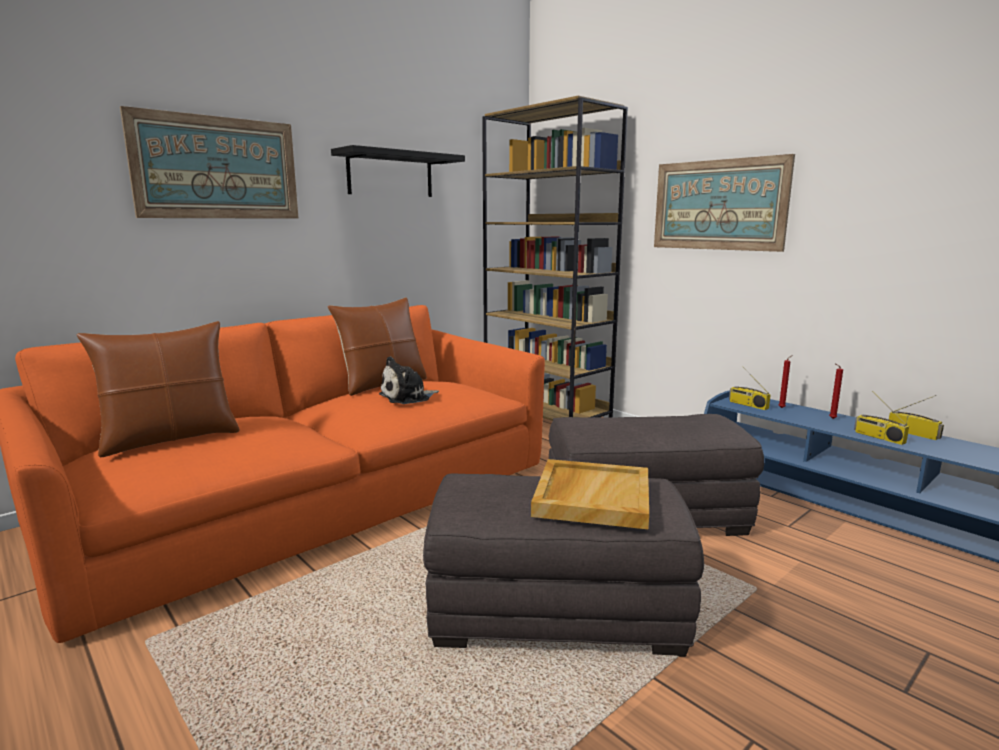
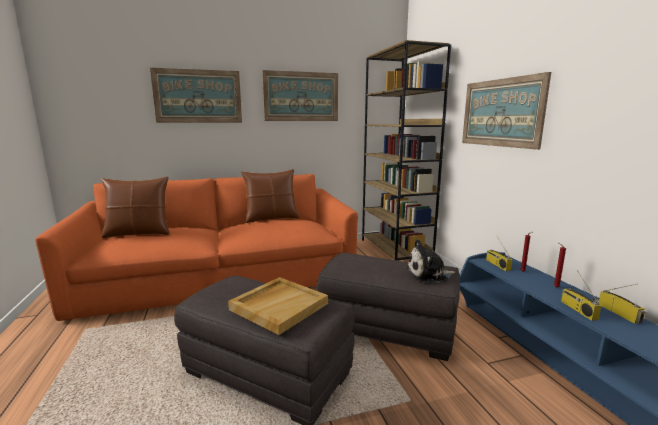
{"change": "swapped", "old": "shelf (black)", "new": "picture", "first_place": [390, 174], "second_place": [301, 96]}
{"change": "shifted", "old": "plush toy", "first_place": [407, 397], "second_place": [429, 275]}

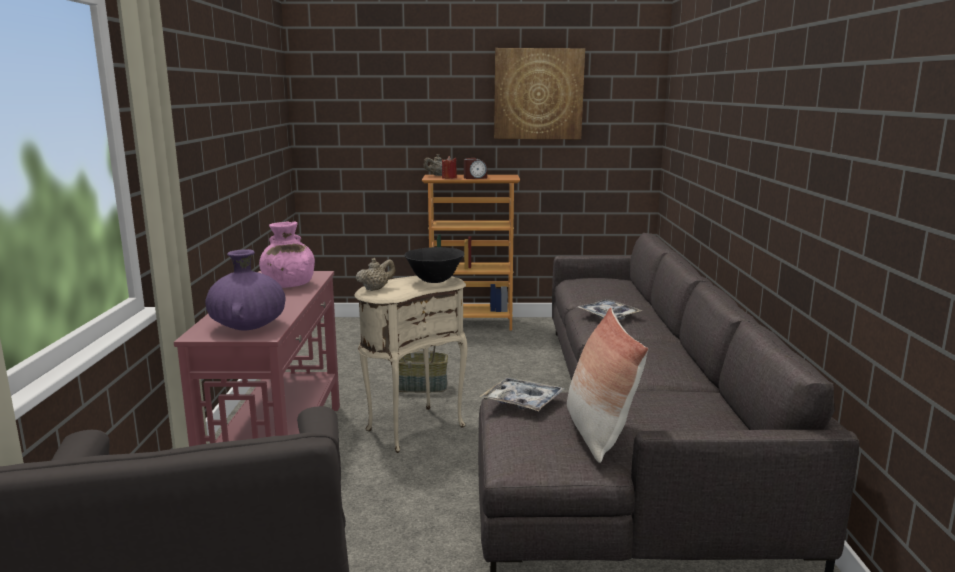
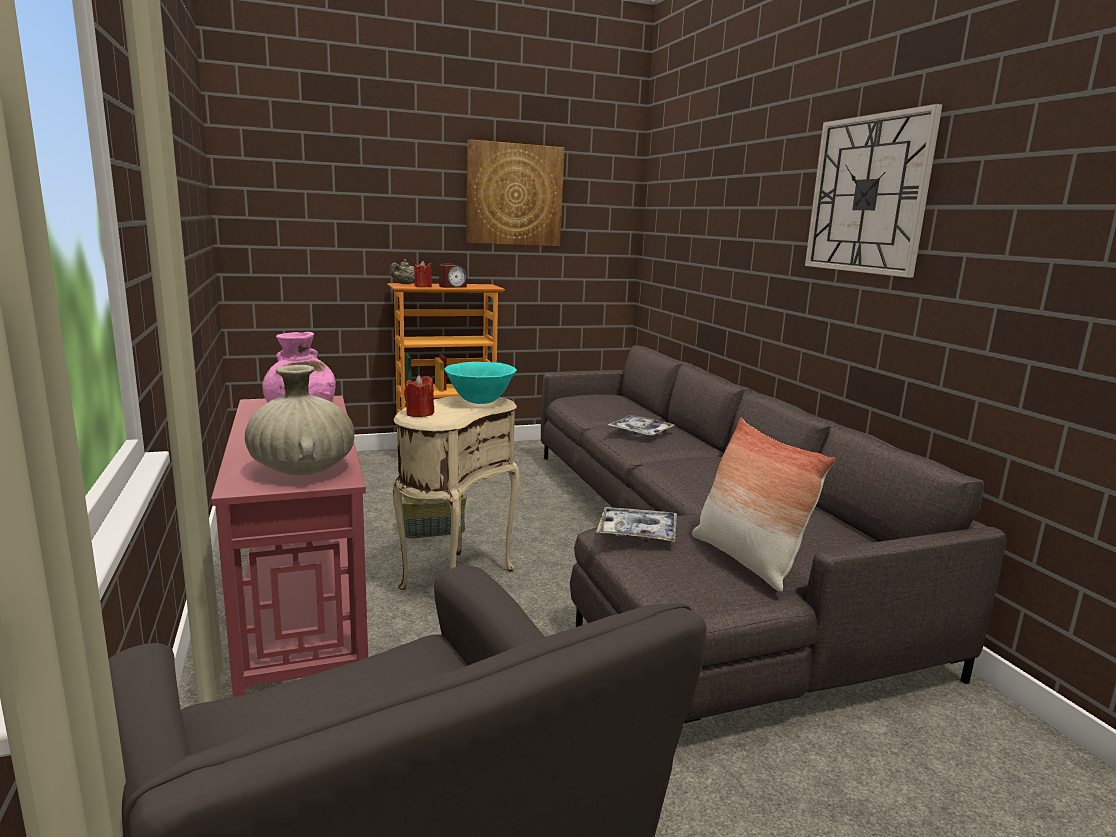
{"change": "repainted", "old": "bowl (black)", "new": "bowl (turquoise)", "first_place": [434, 281], "second_place": [480, 402]}
{"change": "repainted", "old": "vase (purple)", "new": "vase (beige)", "first_place": [248, 326], "second_place": [302, 470]}
{"change": "swapped", "old": "teapot (beige)", "new": "candle (red)", "first_place": [376, 289], "second_place": [420, 414]}
{"change": "new", "new": "wall clock", "second_place": [868, 195]}

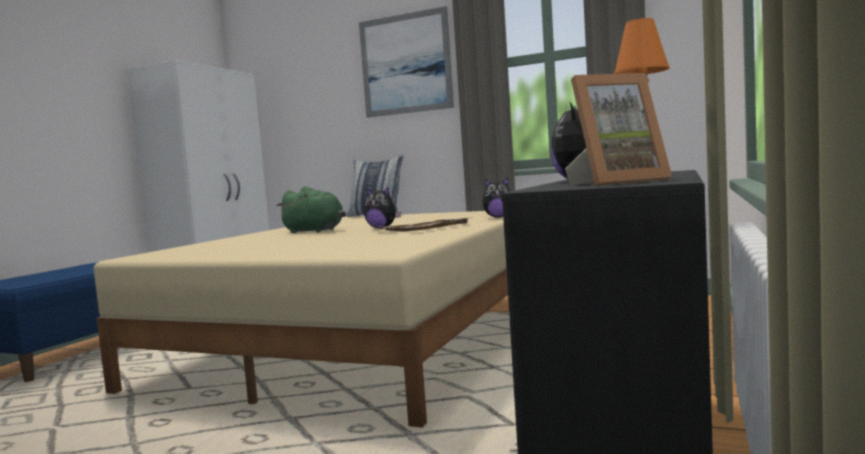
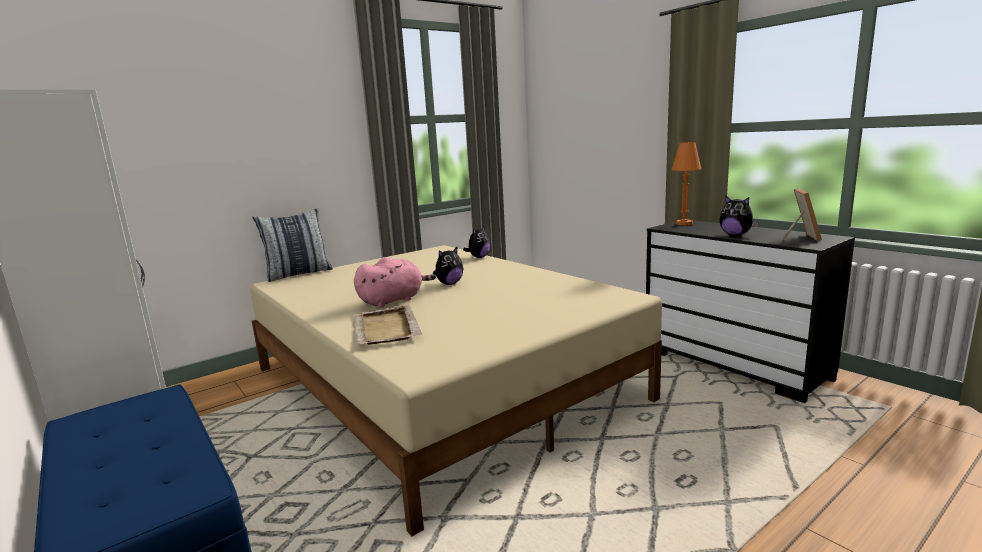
{"change": "gone", "old": "picture", "first_place": [405, 64]}
{"change": "repainted", "old": "plush toy (green)", "new": "plush toy (pink)", "first_place": [315, 231], "second_place": [393, 300]}
{"change": "shifted", "old": "tray (beige)", "first_place": [426, 227], "second_place": [386, 328]}

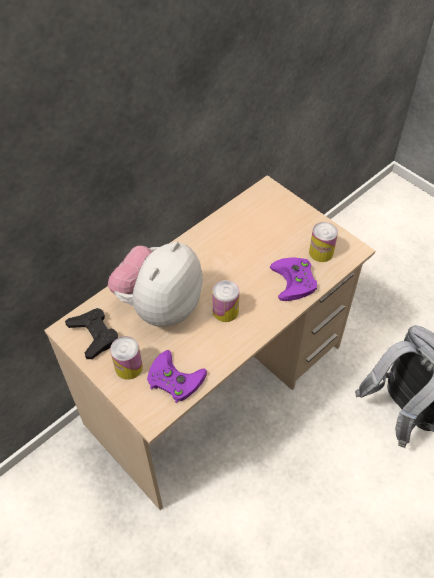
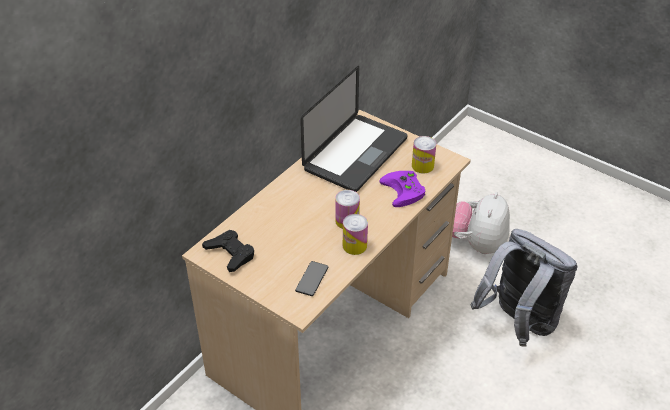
{"change": "shifted", "old": "plush toy", "first_place": [160, 306], "second_place": [476, 243]}
{"change": "shifted", "old": "can", "first_place": [129, 367], "second_place": [354, 245]}
{"change": "swapped", "old": "game controller (purple)", "new": "phone", "first_place": [172, 379], "second_place": [312, 279]}
{"change": "new", "new": "laptop", "second_place": [355, 154]}

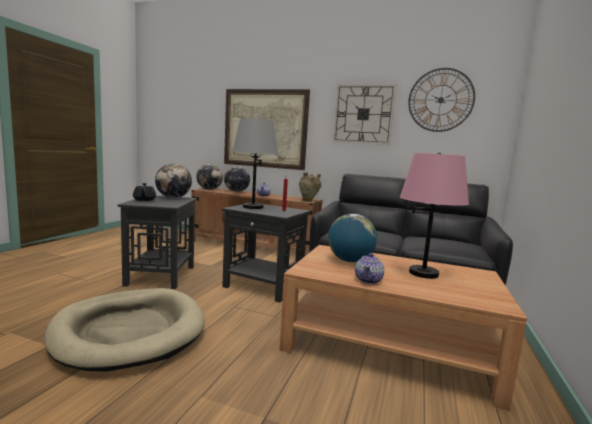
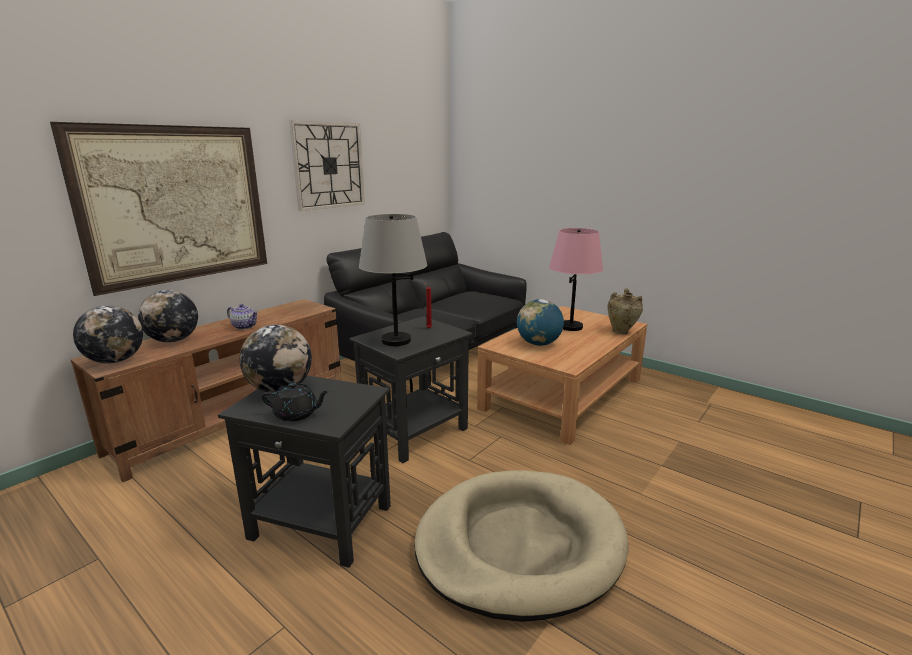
{"change": "gone", "old": "wall clock", "first_place": [440, 100]}
{"change": "shifted", "old": "vase (beige)", "first_place": [308, 201], "second_place": [621, 332]}
{"change": "gone", "old": "teapot", "first_place": [368, 280]}

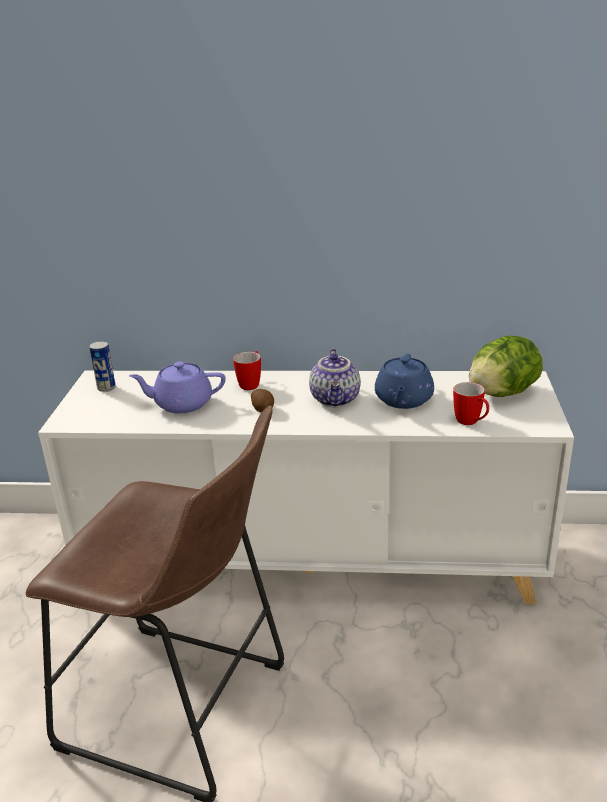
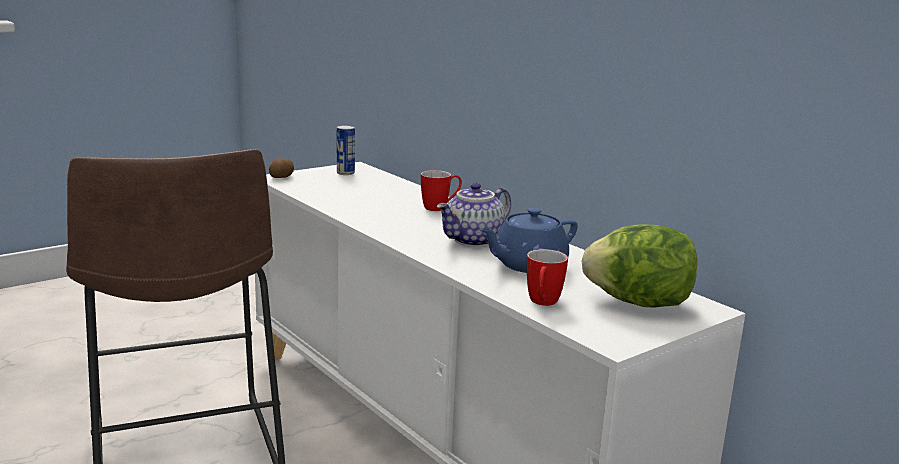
{"change": "gone", "old": "teapot (purple)", "first_place": [182, 404]}
{"change": "shifted", "old": "potato", "first_place": [263, 409], "second_place": [282, 177]}

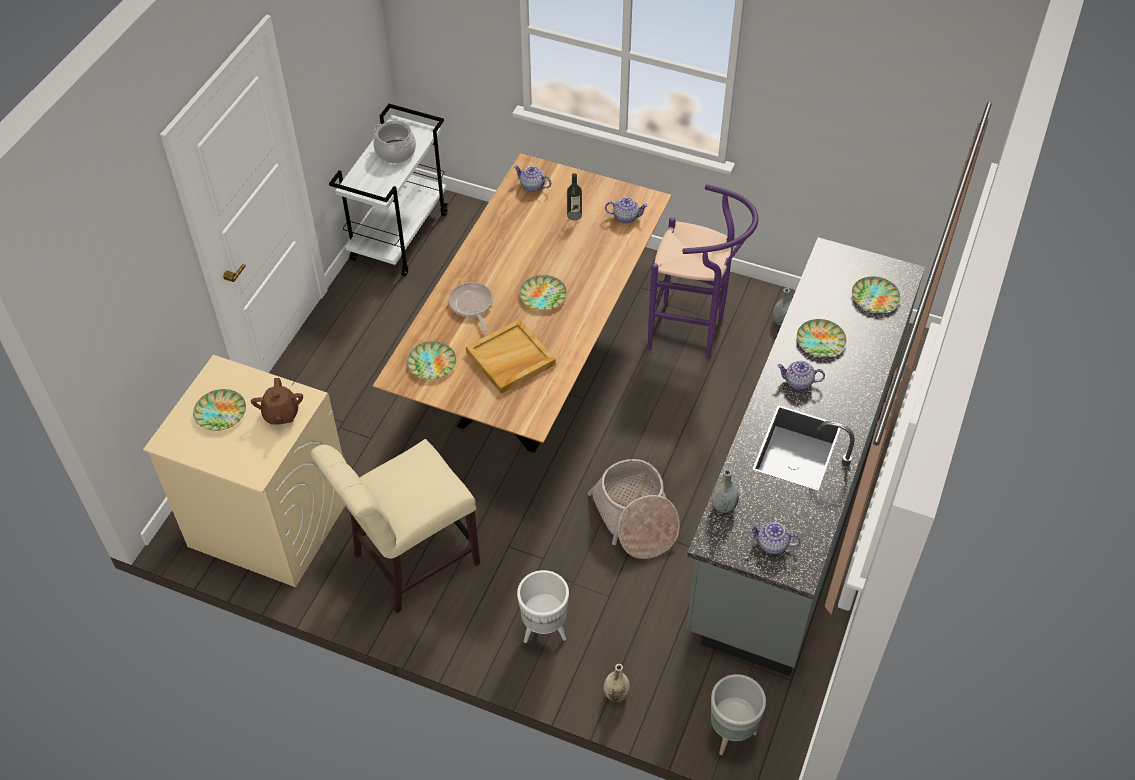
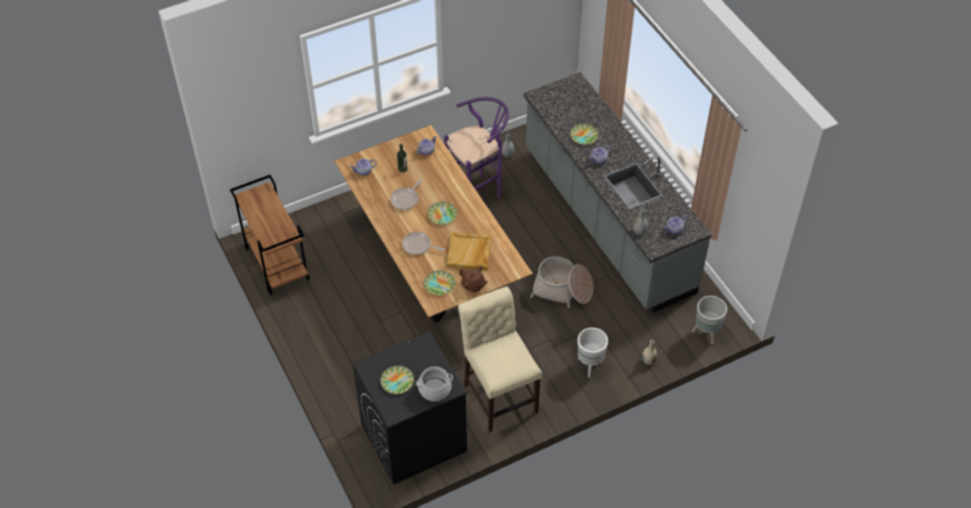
{"change": "repainted", "old": "cart (white)", "new": "cart (brown)", "first_place": [399, 235], "second_place": [276, 263]}
{"change": "shifted", "old": "cooking pot", "first_place": [396, 152], "second_place": [435, 389]}
{"change": "gone", "old": "plate", "first_place": [874, 297]}
{"change": "repainted", "old": "washing machine (beige)", "new": "washing machine (black)", "first_place": [269, 521], "second_place": [413, 438]}
{"change": "shifted", "old": "teapot (brown)", "first_place": [281, 414], "second_place": [473, 285]}
{"change": "rotated", "old": "chair (beige)", "first_place": [409, 562], "second_place": [499, 394], "degrees": 150}
{"change": "new", "new": "frying pan", "second_place": [406, 199]}

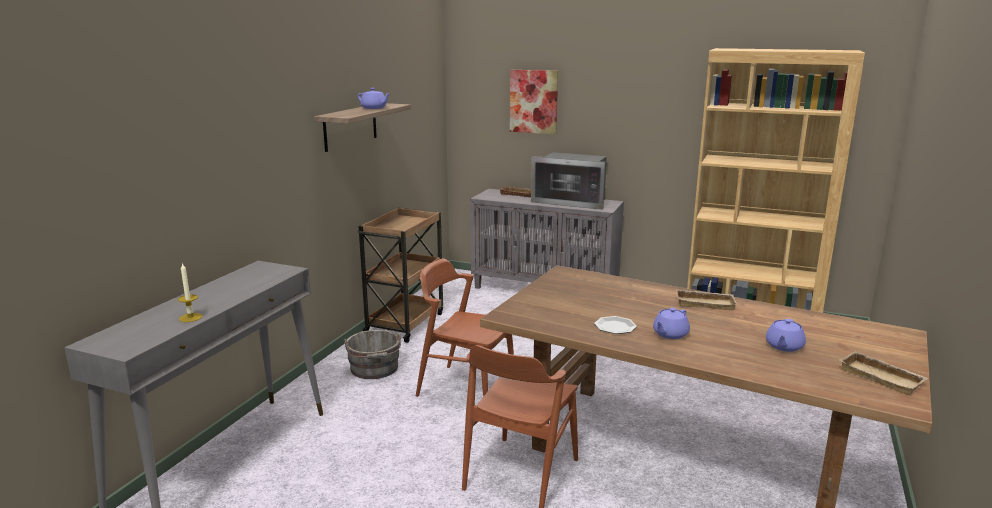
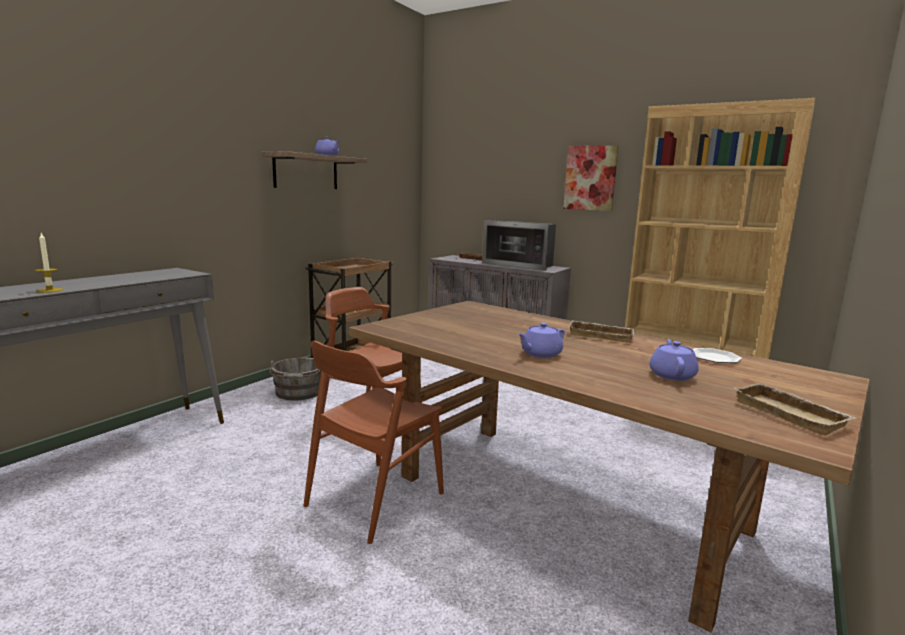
{"change": "shifted", "old": "picture", "first_place": [534, 101], "second_place": [590, 178]}
{"change": "shifted", "old": "plate", "first_place": [615, 326], "second_place": [714, 357]}
{"change": "rotated", "old": "teapot (purple)", "first_place": [784, 346], "second_place": [672, 375], "degrees": 150}

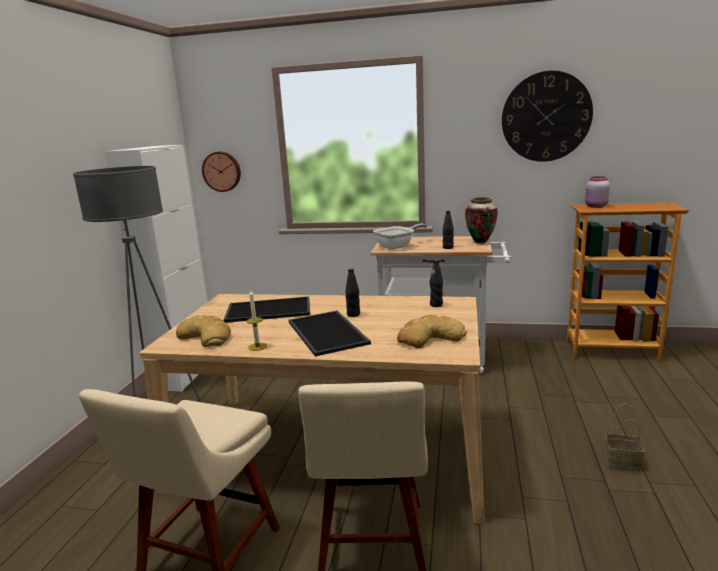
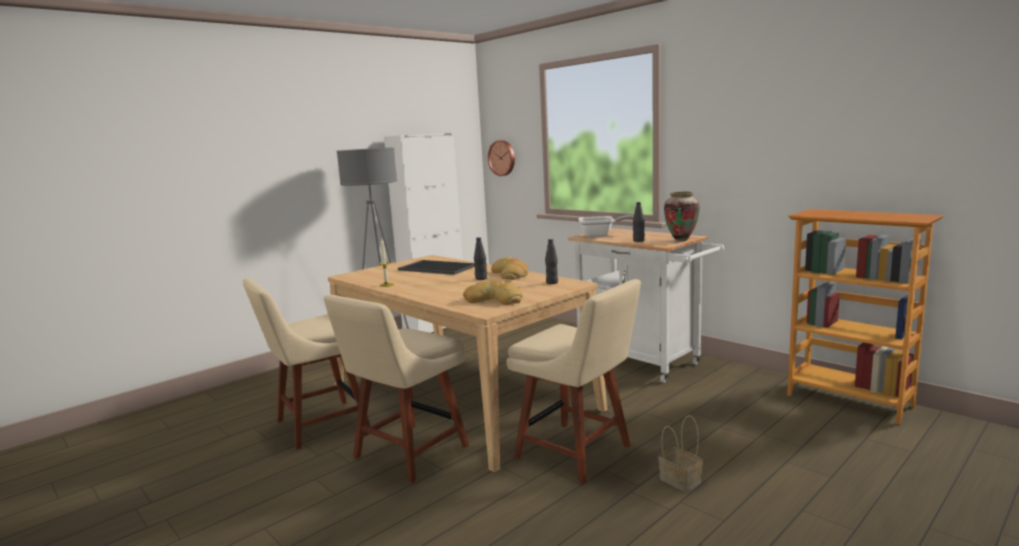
{"change": "gone", "old": "wall clock", "first_place": [546, 117]}
{"change": "gone", "old": "jar (pink)", "first_place": [595, 206]}
{"change": "gone", "old": "tray", "first_place": [329, 332]}
{"change": "shifted", "old": "bread", "first_place": [206, 336], "second_place": [510, 274]}
{"change": "new", "new": "chair (beige)", "second_place": [578, 453]}

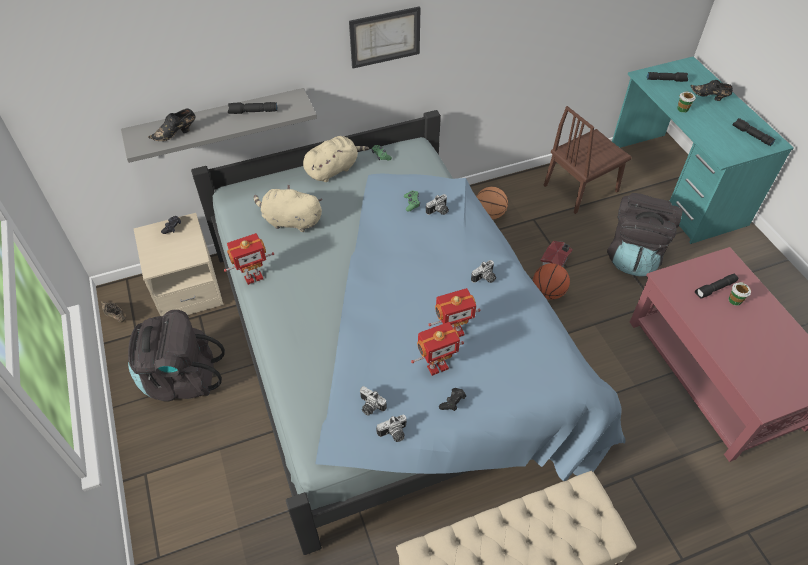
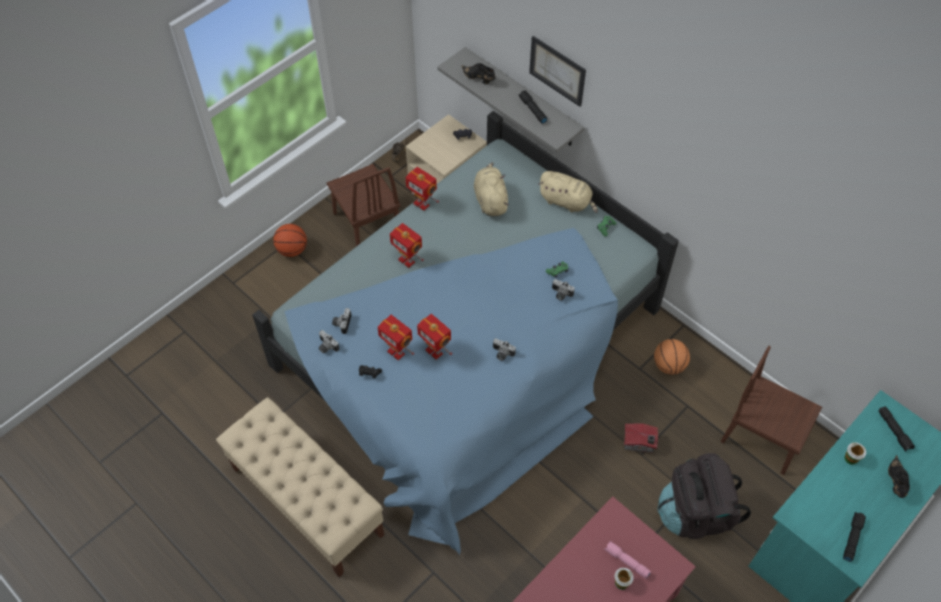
{"change": "shifted", "old": "picture", "first_place": [385, 37], "second_place": [557, 70]}
{"change": "shifted", "old": "basketball", "first_place": [548, 292], "second_place": [292, 250]}
{"change": "repainted", "old": "flashlight (black)", "new": "flashlight (pink)", "first_place": [715, 289], "second_place": [626, 562]}
{"change": "swapped", "old": "backpack (black)", "new": "chair (brown)", "first_place": [181, 379], "second_place": [367, 223]}
{"change": "new", "new": "toy robot", "second_place": [407, 260]}

